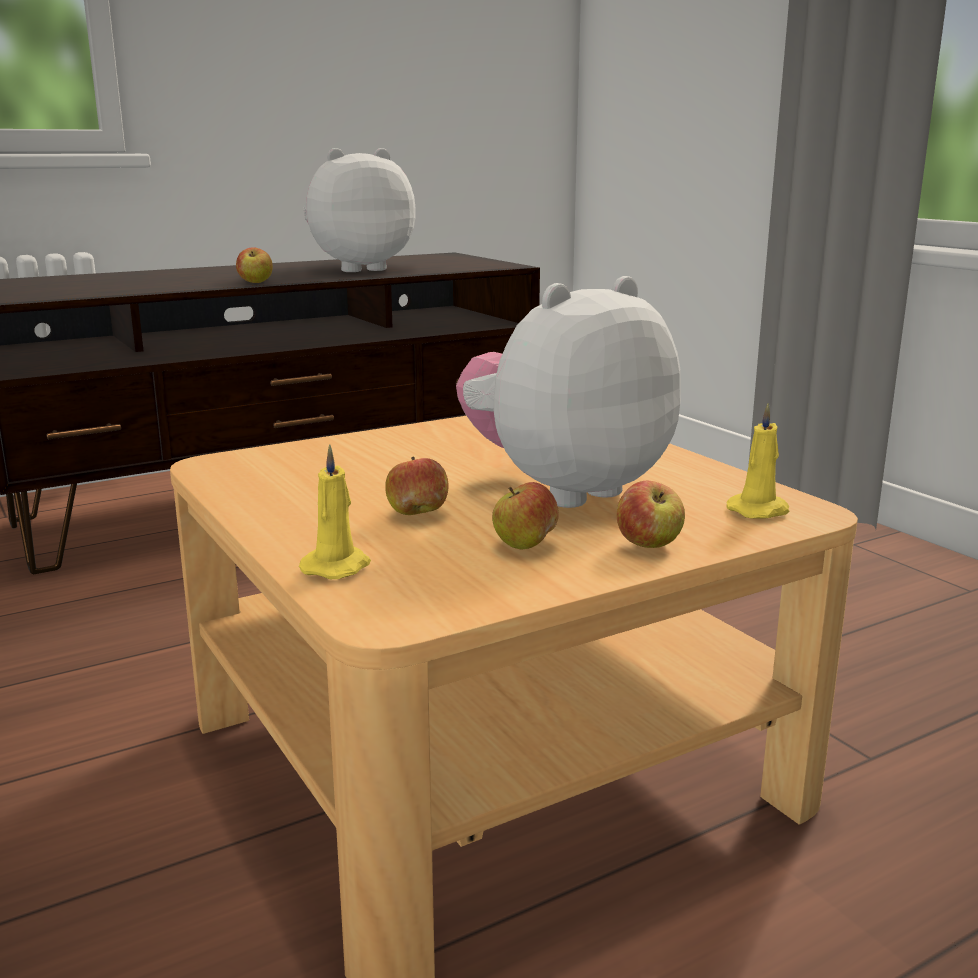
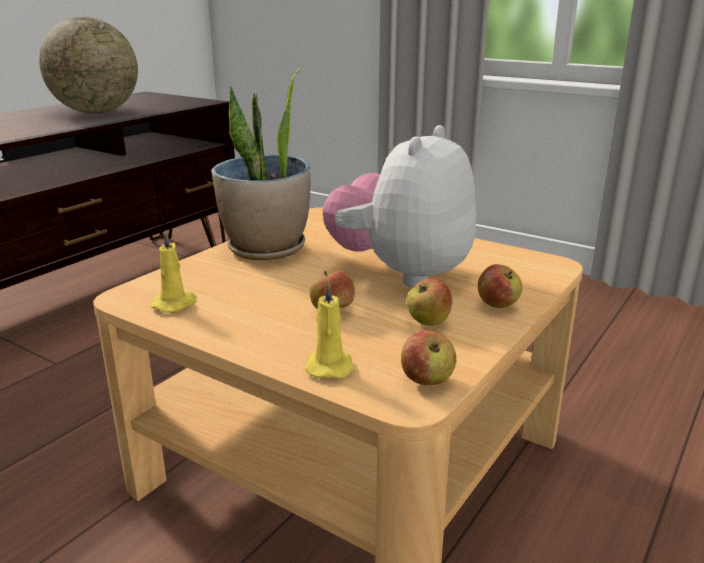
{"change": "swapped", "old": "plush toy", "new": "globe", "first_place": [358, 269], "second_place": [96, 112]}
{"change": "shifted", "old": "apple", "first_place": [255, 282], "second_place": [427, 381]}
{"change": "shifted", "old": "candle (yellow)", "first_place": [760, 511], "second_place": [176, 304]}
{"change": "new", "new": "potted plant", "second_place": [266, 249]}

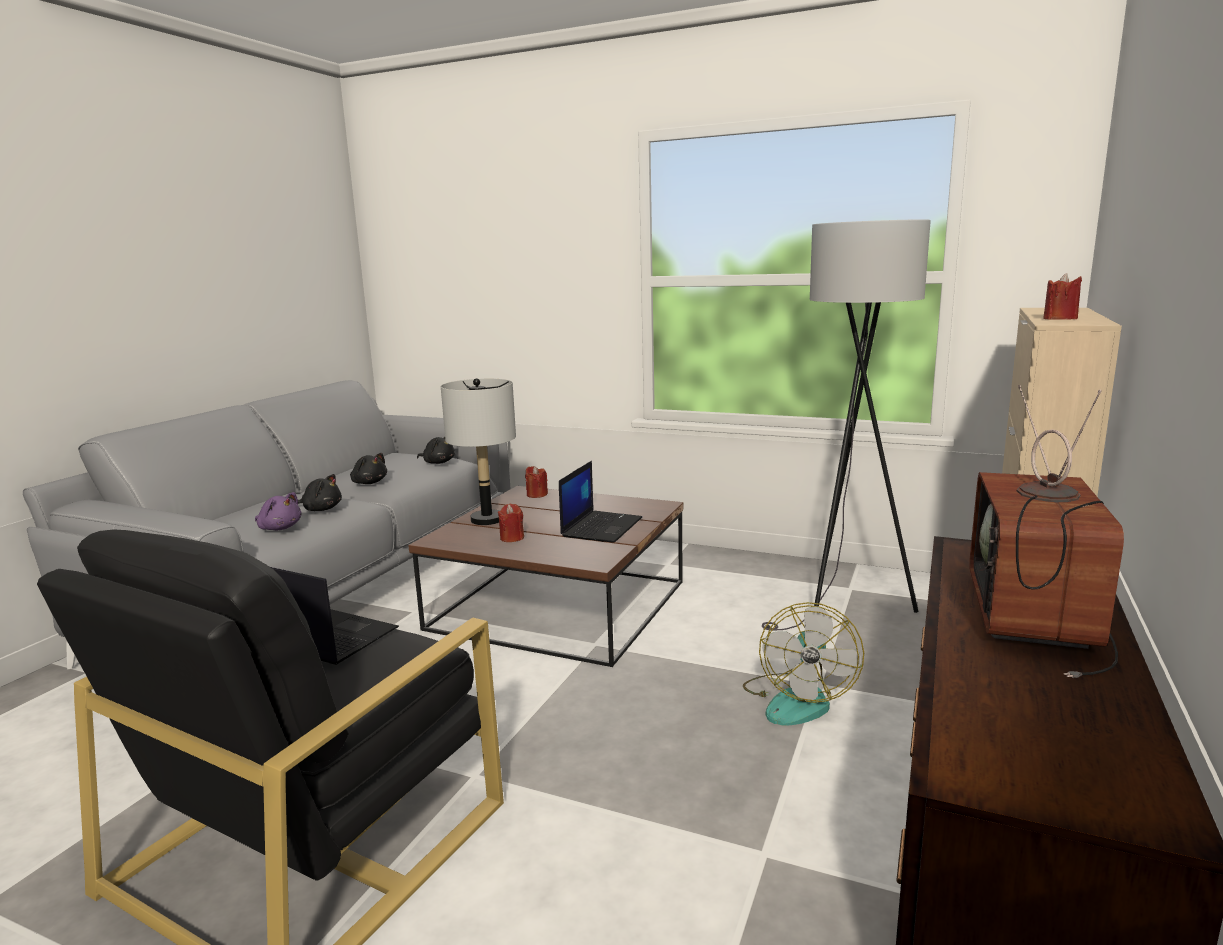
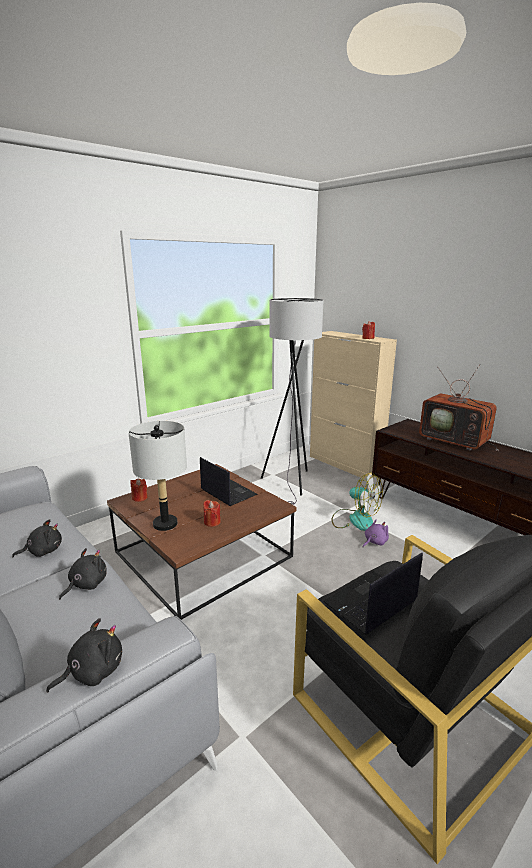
{"change": "shifted", "old": "plush toy (black)", "first_place": [438, 462], "second_place": [93, 671]}
{"change": "shifted", "old": "plush toy (purple)", "first_place": [279, 528], "second_place": [374, 542]}

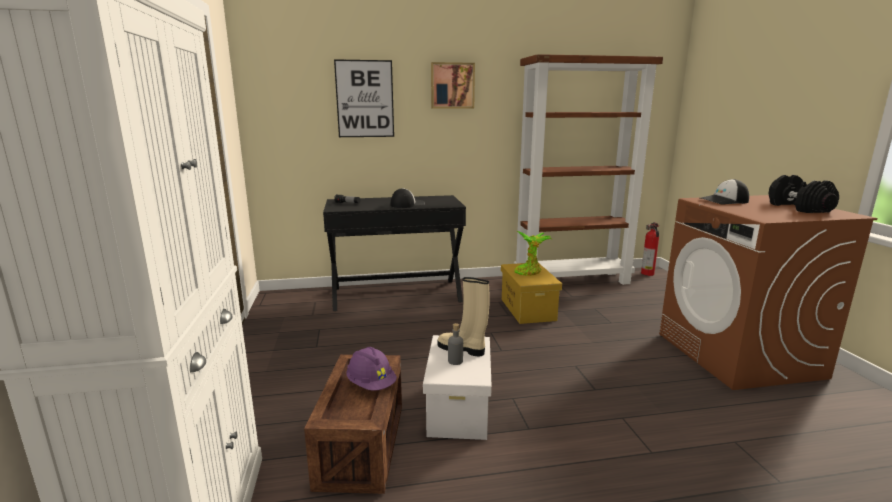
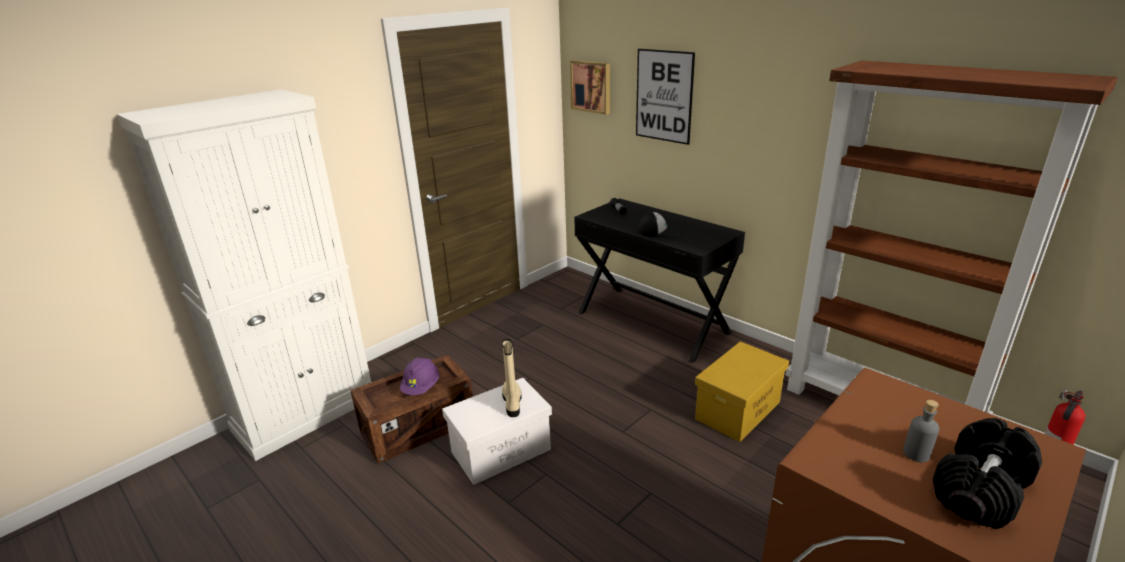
{"change": "shifted", "old": "picture", "first_place": [452, 86], "second_place": [591, 86]}
{"change": "gone", "old": "cap", "first_place": [724, 201]}
{"change": "gone", "old": "potted plant", "first_place": [529, 272]}
{"change": "shifted", "old": "bottle (grey)", "first_place": [455, 361], "second_place": [916, 454]}

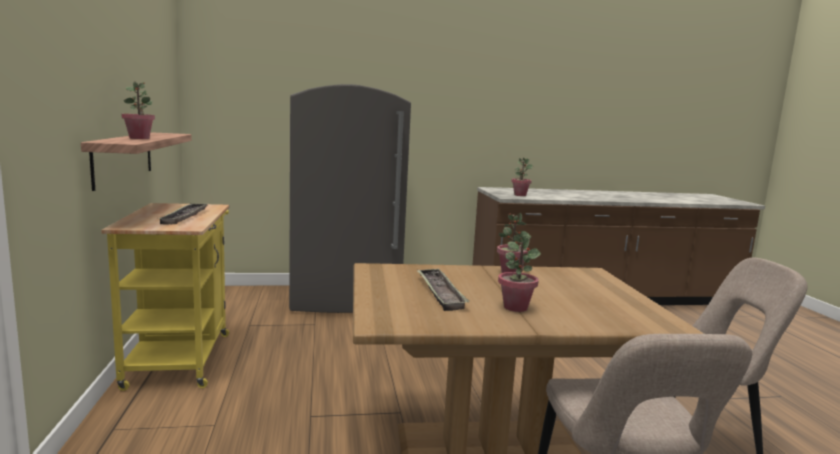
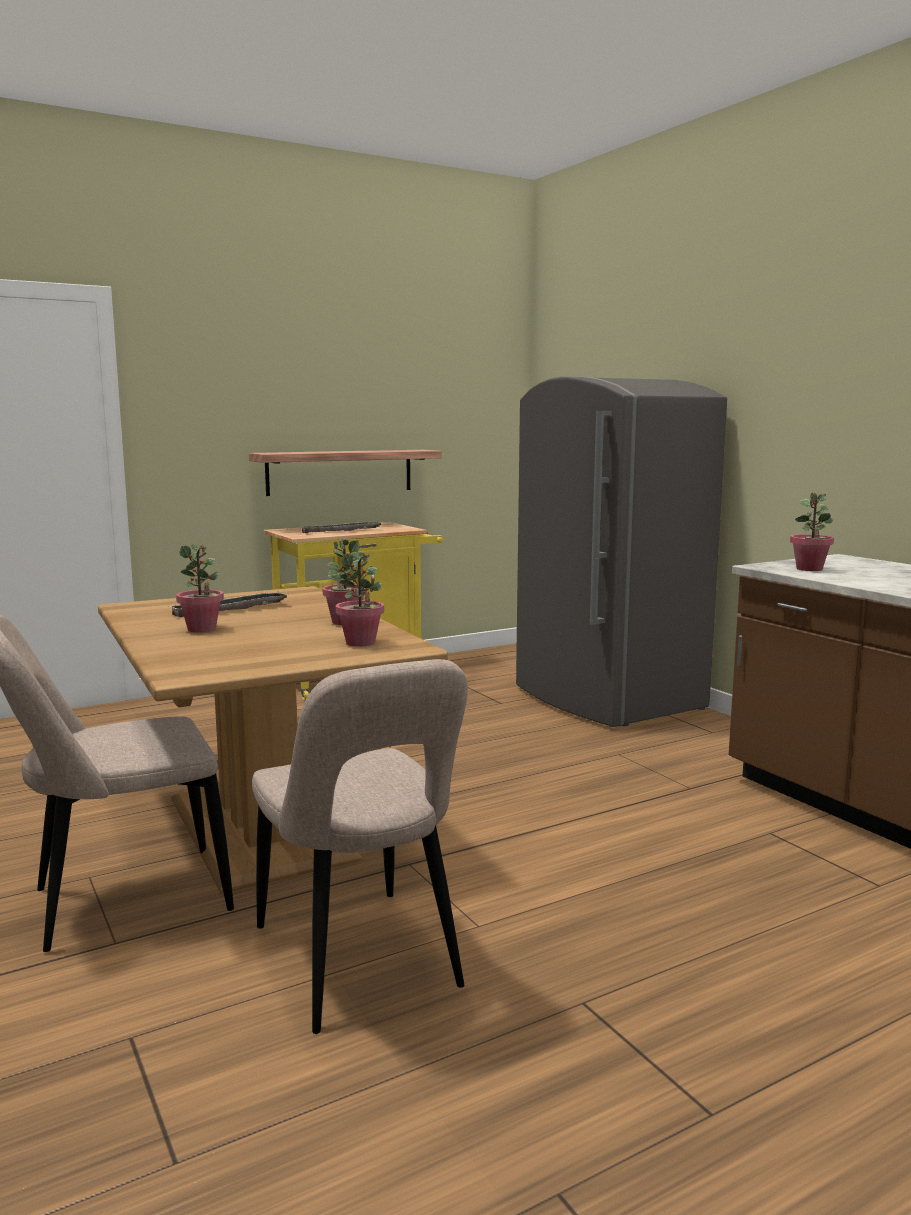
{"change": "shifted", "old": "potted plant", "first_place": [139, 138], "second_place": [361, 643]}

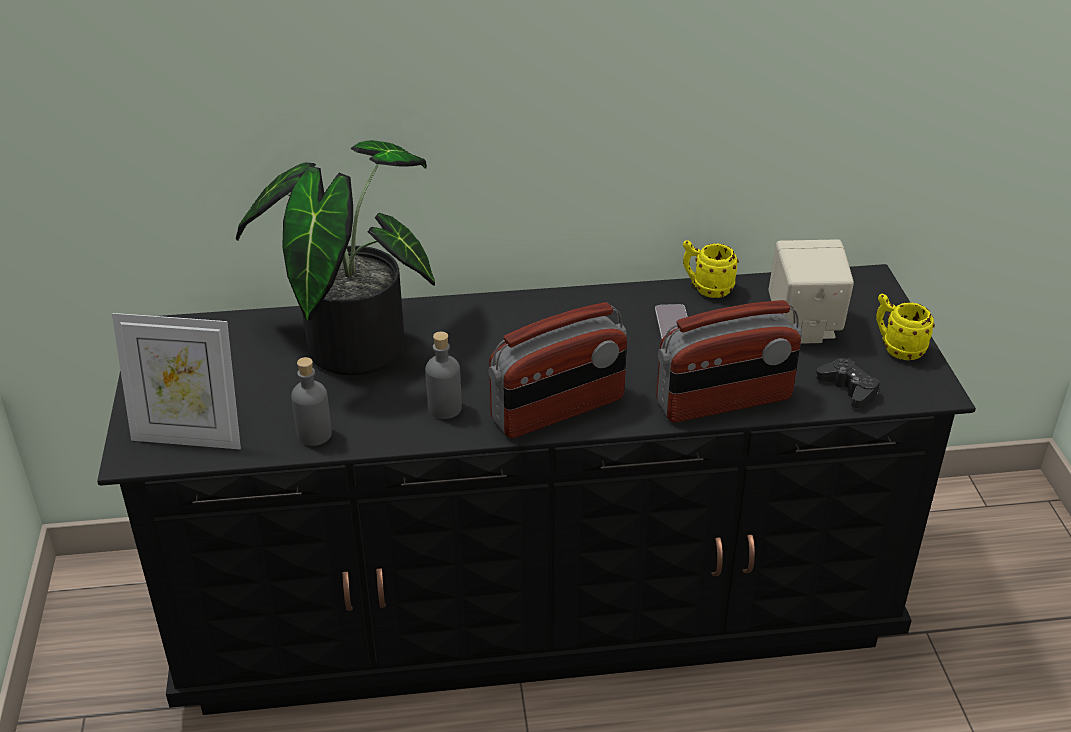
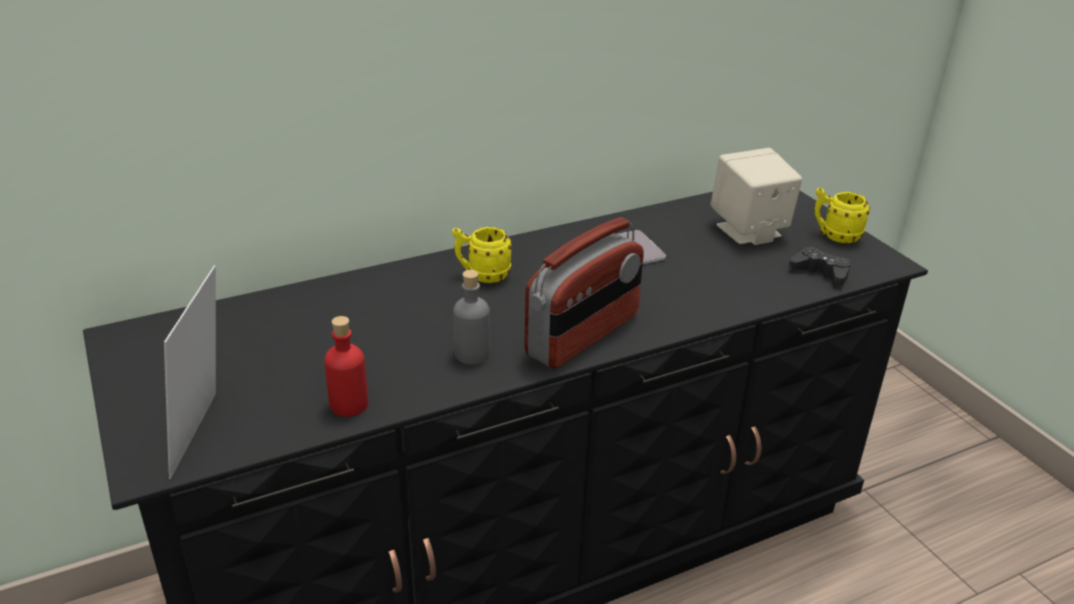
{"change": "gone", "old": "potted plant", "first_place": [351, 341]}
{"change": "shifted", "old": "mug (yellow)", "first_place": [706, 288], "second_place": [482, 275]}
{"change": "gone", "old": "radio", "first_place": [724, 402]}
{"change": "rotated", "old": "picture frame", "first_place": [189, 437], "second_place": [206, 435], "degrees": 105}
{"change": "repainted", "old": "bottle (grey)", "new": "bottle (red)", "first_place": [314, 434], "second_place": [349, 404]}

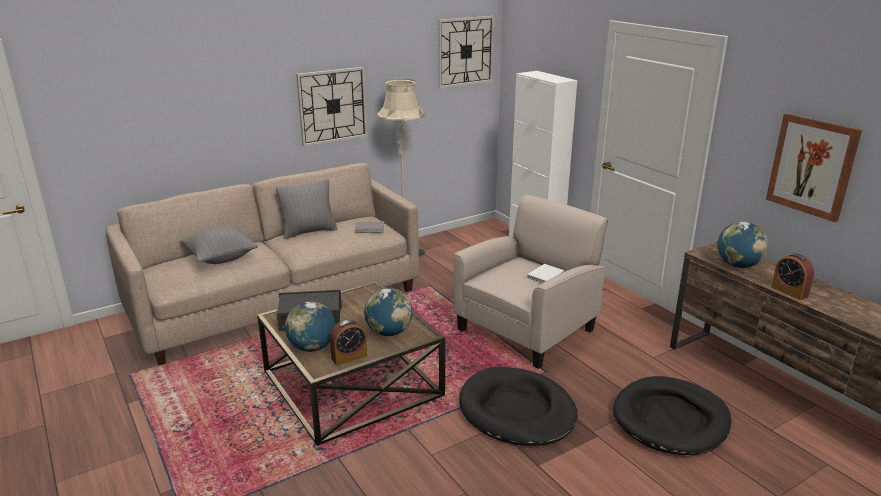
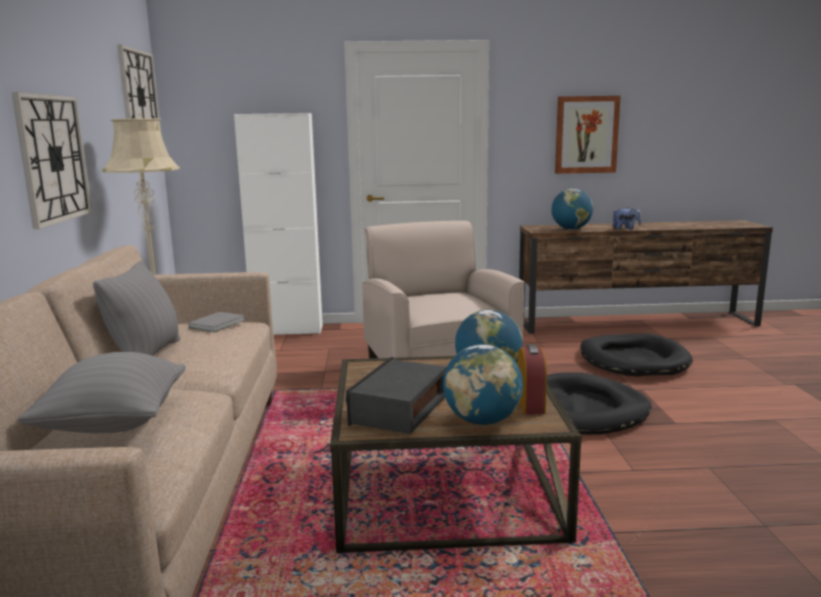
{"change": "swapped", "old": "alarm clock", "new": "plush toy", "first_place": [789, 291], "second_place": [625, 229]}
{"change": "gone", "old": "book (white)", "first_place": [546, 275]}

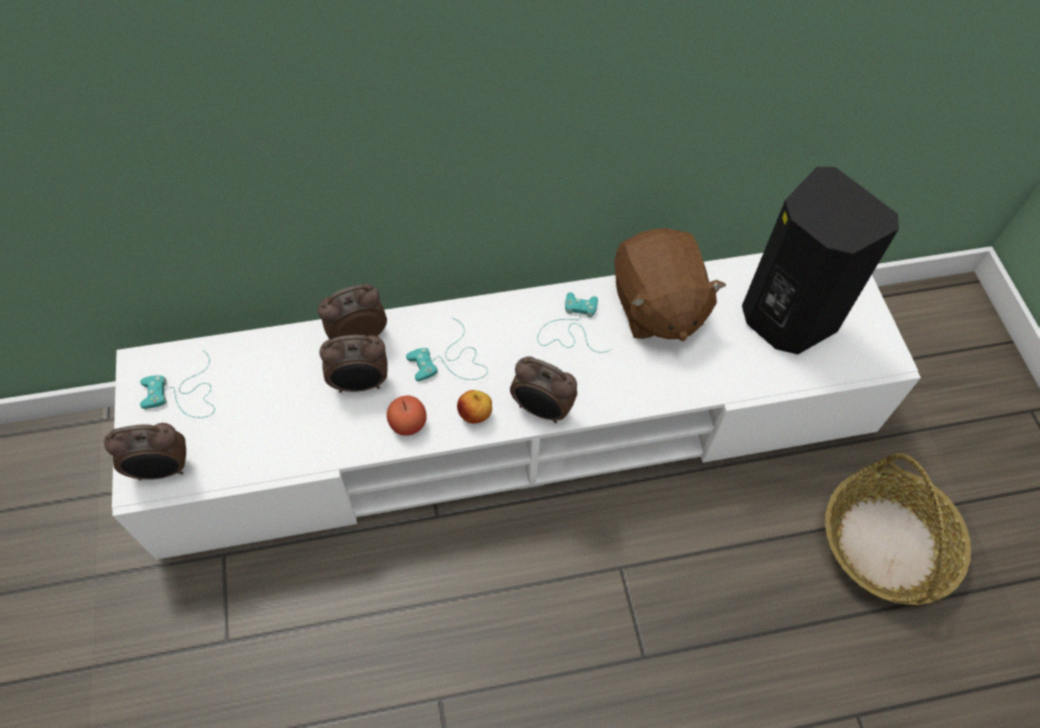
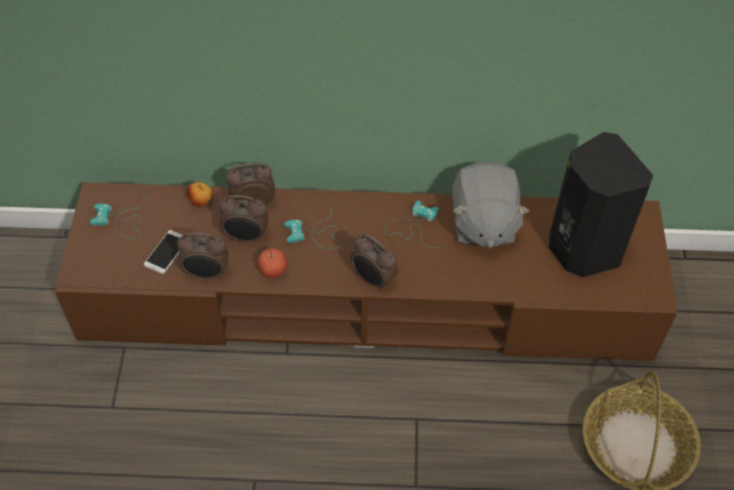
{"change": "repainted", "old": "plush toy (brown)", "new": "plush toy (grey)", "first_place": [656, 307], "second_place": [483, 223]}
{"change": "repainted", "old": "tv stand (white)", "new": "tv stand (brown)", "first_place": [519, 422], "second_place": [367, 298]}
{"change": "shifted", "old": "apple", "first_place": [475, 415], "second_place": [201, 202]}
{"change": "shifted", "old": "alarm clock", "first_place": [162, 470], "second_place": [206, 274]}
{"change": "new", "new": "phone", "second_place": [166, 252]}

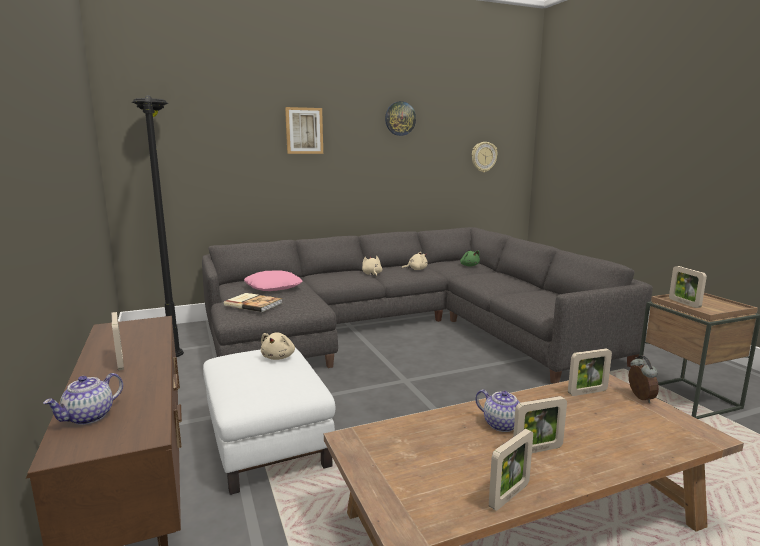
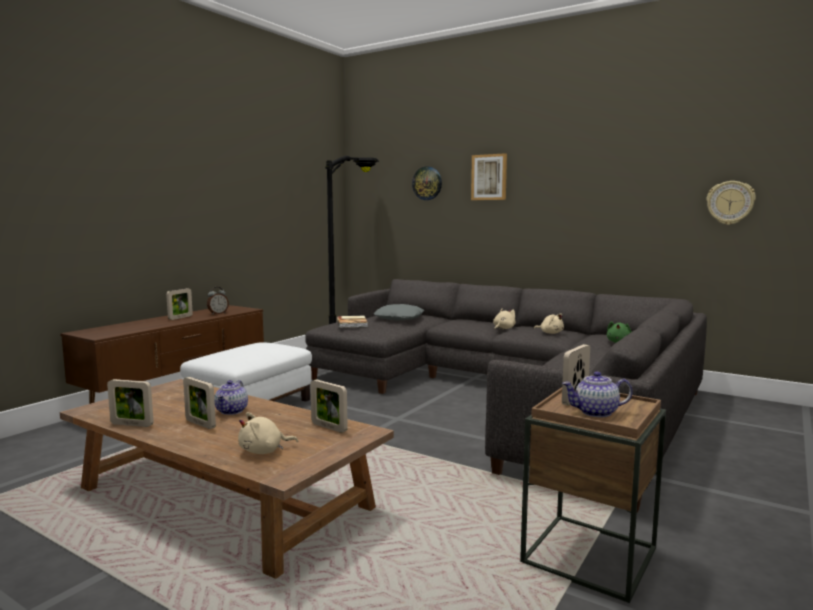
{"change": "shifted", "old": "wall clock", "first_place": [400, 118], "second_place": [427, 183]}
{"change": "repainted", "old": "pillow (pink)", "new": "pillow (grey)", "first_place": [273, 287], "second_place": [399, 318]}
{"change": "shifted", "old": "plush toy (beige)", "first_place": [279, 357], "second_place": [264, 451]}
{"change": "shifted", "old": "alarm clock", "first_place": [639, 398], "second_place": [218, 313]}
{"change": "shifted", "old": "teapot", "first_place": [89, 417], "second_place": [595, 412]}

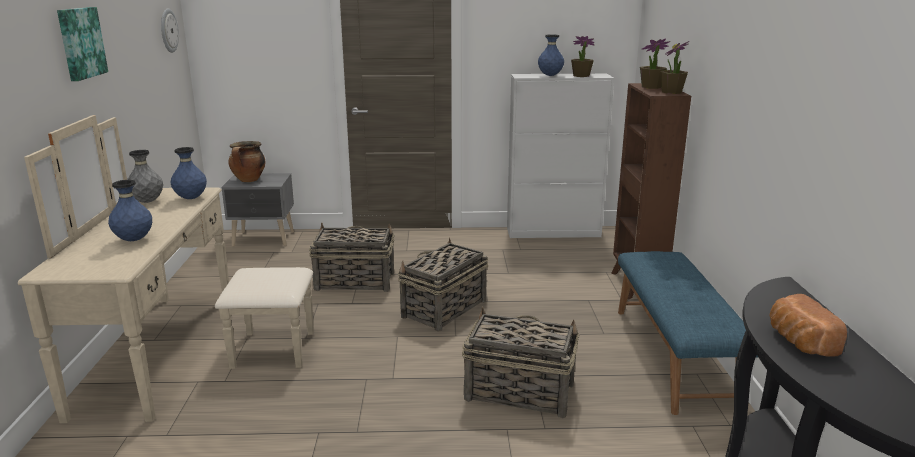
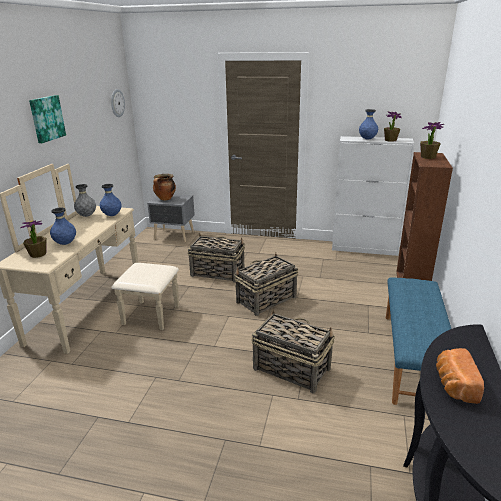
{"change": "shifted", "old": "potted plant", "first_place": [671, 92], "second_place": [38, 254]}

